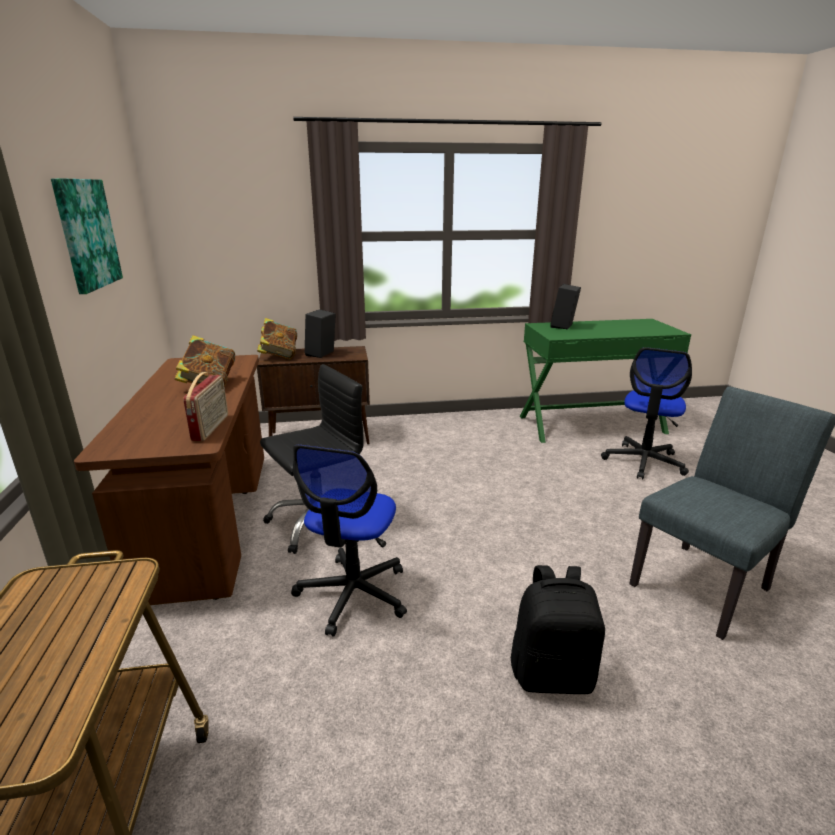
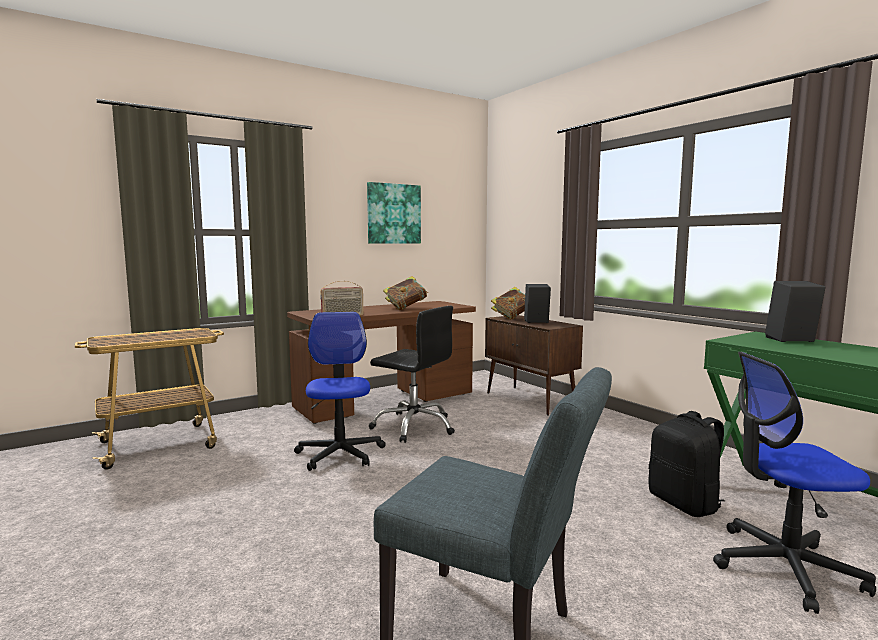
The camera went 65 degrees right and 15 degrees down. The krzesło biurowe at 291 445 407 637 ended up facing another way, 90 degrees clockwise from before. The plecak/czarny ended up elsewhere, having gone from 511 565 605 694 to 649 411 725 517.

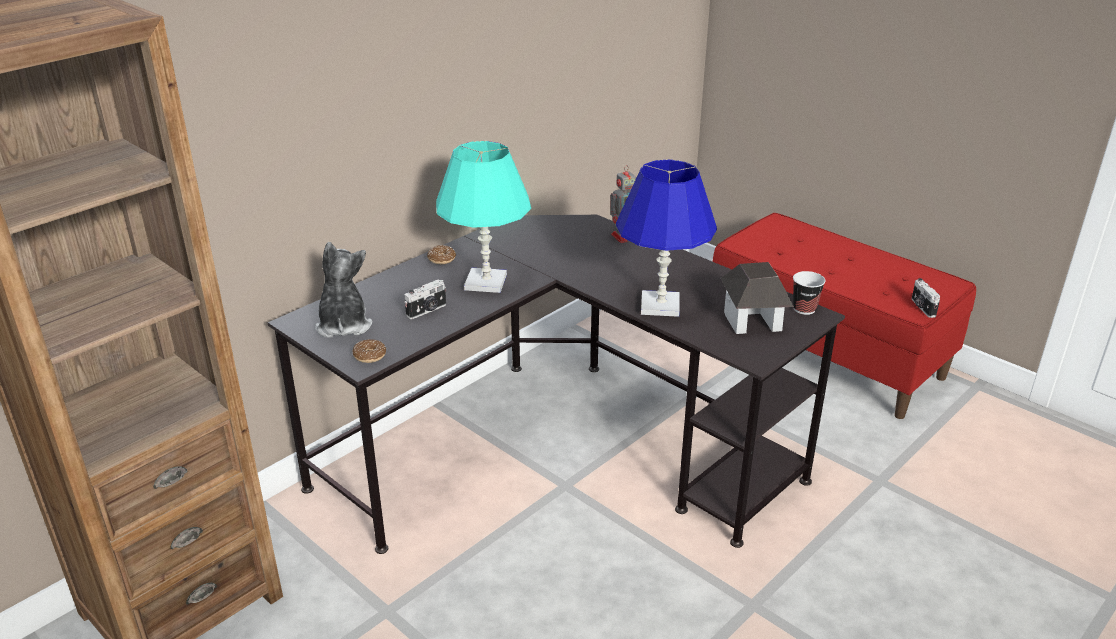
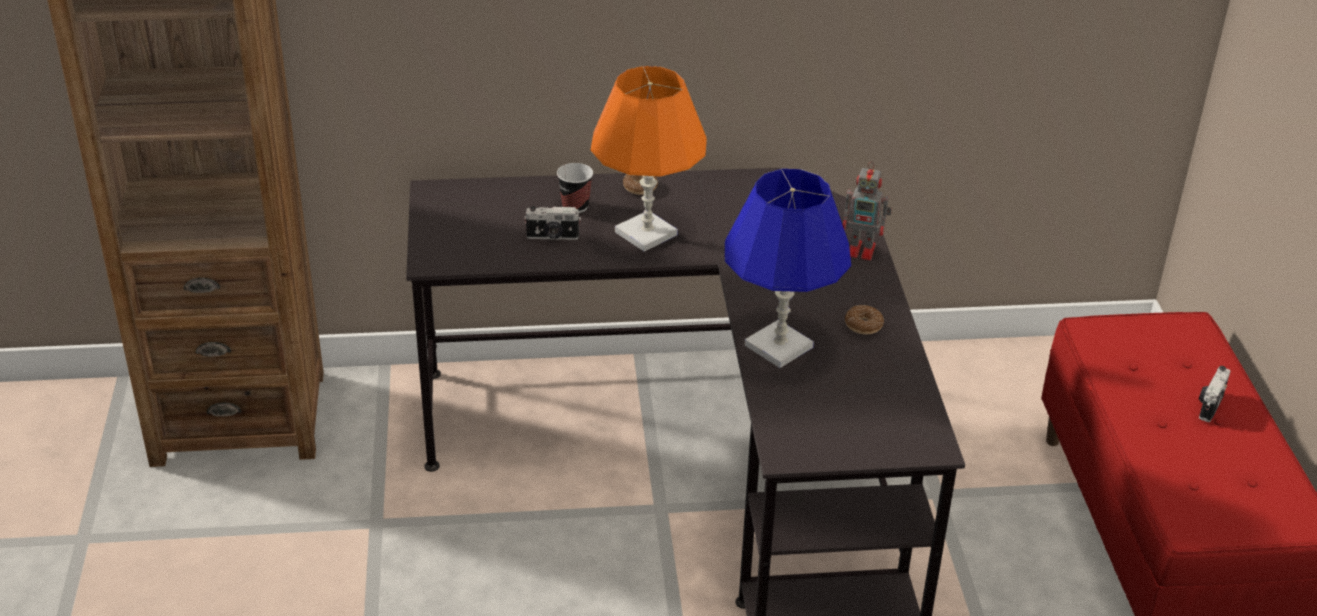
The camera went 40 degrees right and 5 degrees up. What was the lampa stołowa/turkusowy at 436 141 531 293 turned into the lampa stołowa/pomarańczowy at 591 66 707 251. The second view lost the pluszak at 315 242 373 338. The second view lost the domek at 721 262 794 334. The filiżanka ended up elsewhere, having gone from 793 271 825 315 to 557 163 593 213. The aparat fotograficzny ended up elsewhere, having gone from 911 278 940 318 to 1199 366 1231 422. The donut ended up elsewhere, having gone from 352 339 386 363 to 845 305 884 335.

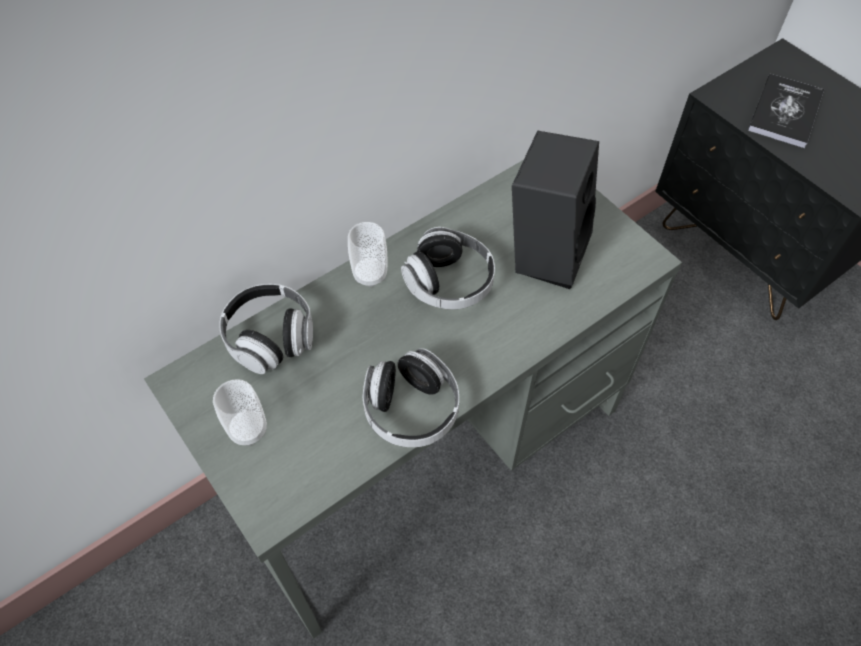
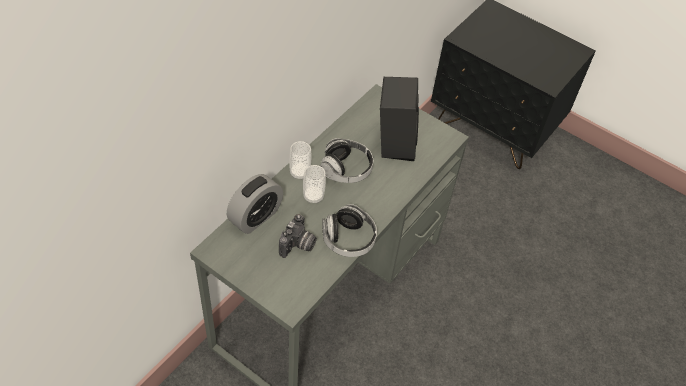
The camera went 20 degrees left and 5 degrees down. The second view lost the książka at 748 74 824 148. Where the słuchawki stood at 219 284 313 374, the budzik came to stand at 227 174 283 234. The filiżanka ended up elsewhere, having gone from 213 379 267 446 to 303 165 326 203. The second view gained the aparat fotograficzny at 279 214 317 258.

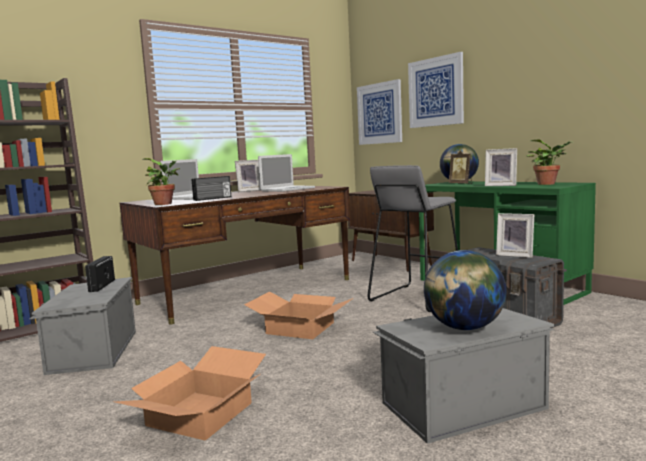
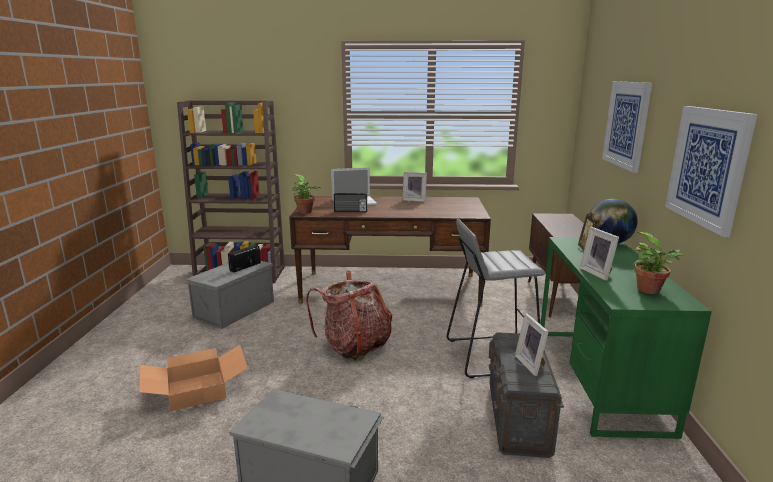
The camera went 40 degrees right and 10 degrees up. The obraz ended up elsewhere, having gone from 357 79 402 145 to 665 106 757 237. The second view lost the laptop at 258 154 315 192. The second view lost the globus at 424 250 507 330. Where the karton stood at 244 291 353 339, the plecak came to stand at 306 271 392 361.

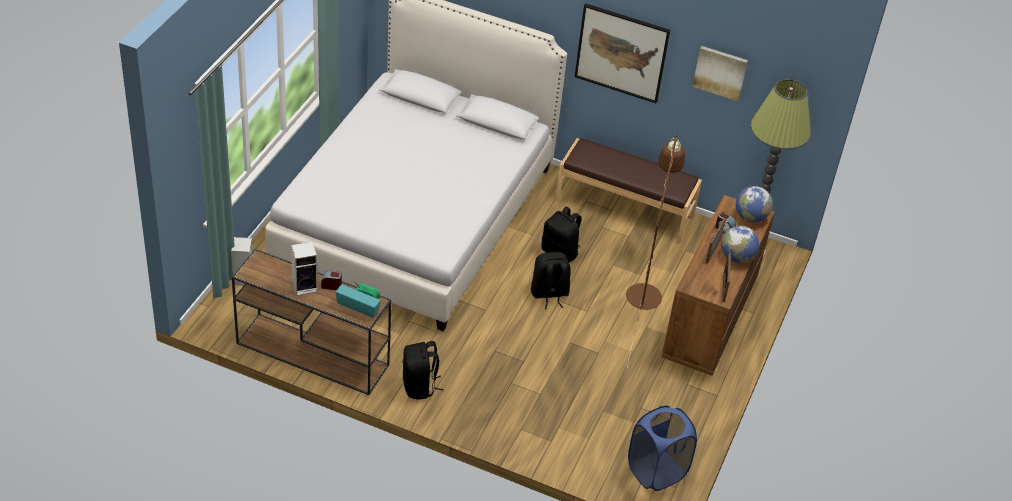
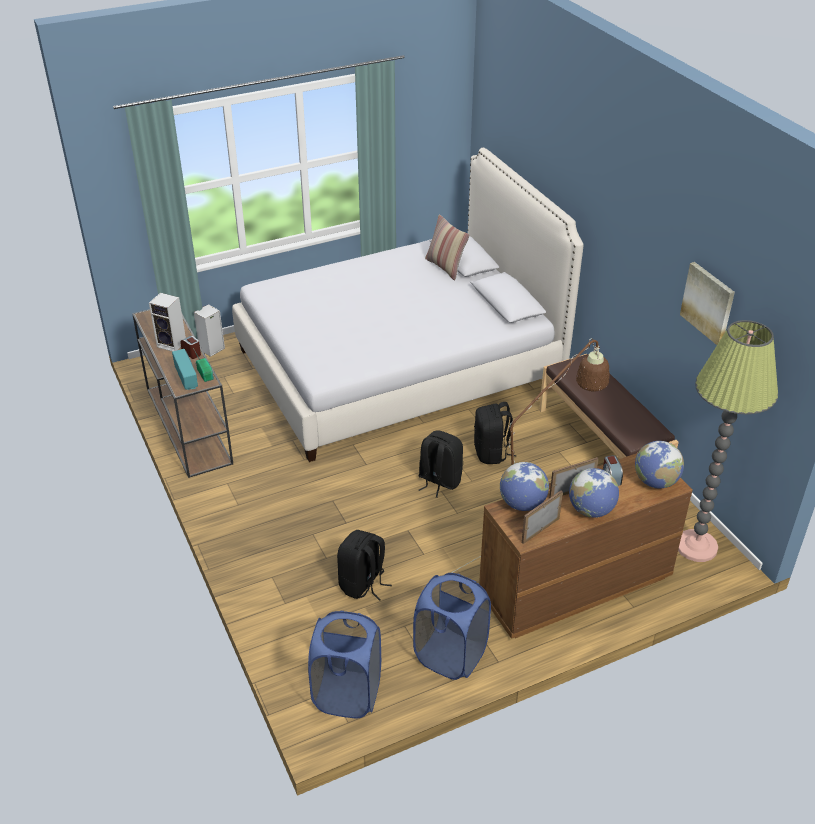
The camera went 45 degrees right and 5 degrees down. The second view lost the obraz at 575 3 670 103. The plecak/czarny ended up elsewhere, having gone from 403 341 444 400 to 337 530 392 601. The second view gained the poduszka at 425 214 470 280. The second view gained the globus at 500 462 549 511. The second view gained the kosz na pranie/niebieski at 413 573 491 680.

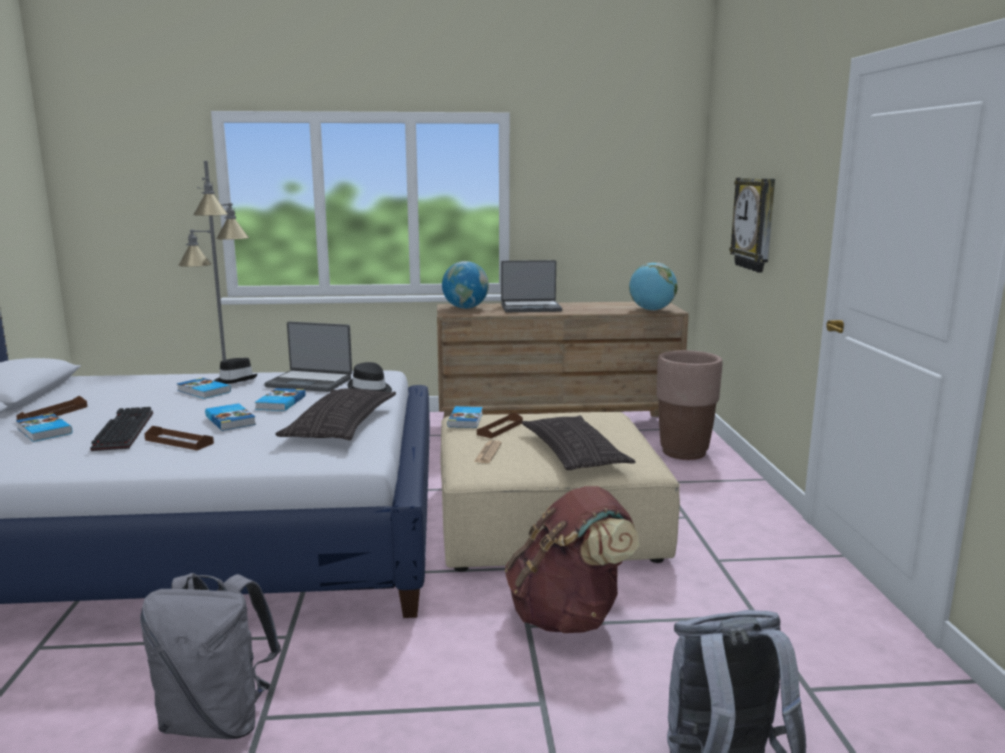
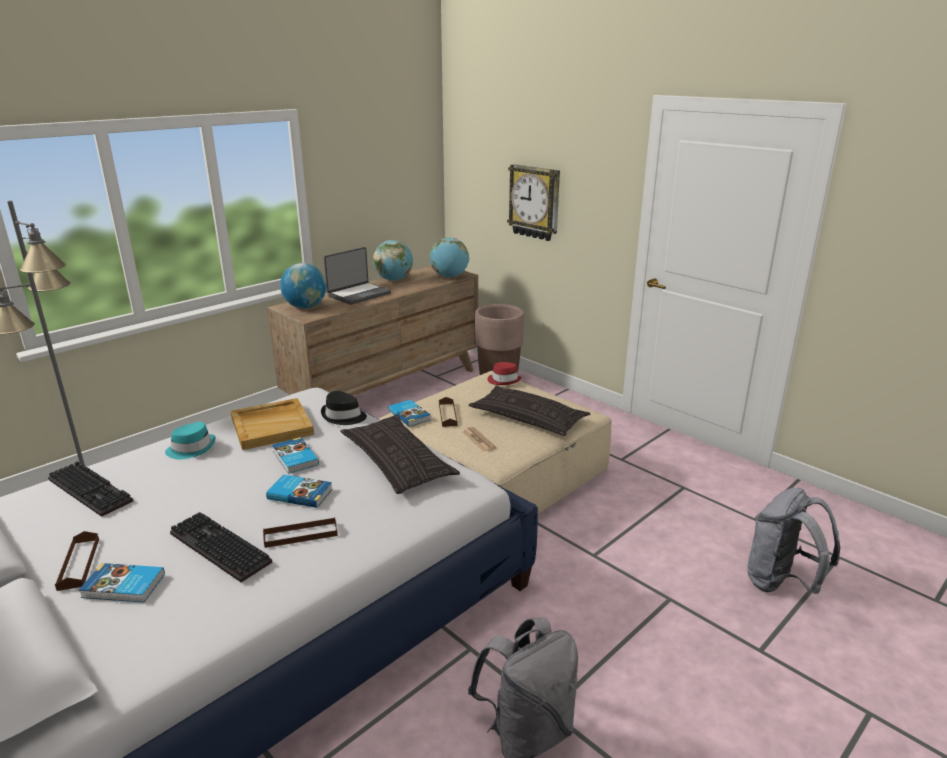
The camera went 40 degrees left and 10 degrees up. Where the laptop stood at 264 322 352 392, the taca/beżowy came to stand at 231 398 314 450. What was the kapelusz/czarny at 214 358 257 384 turned into the kapelusz/turkusowy at 165 422 215 459. The second view lost the książka at 177 378 231 399. The second view lost the plecak/brązowy at 505 486 639 633. The second view gained the globus at 373 240 413 281. The second view gained the kapelusz/czerwony at 487 362 522 385. The second view gained the klawiatura at 48 461 133 517.

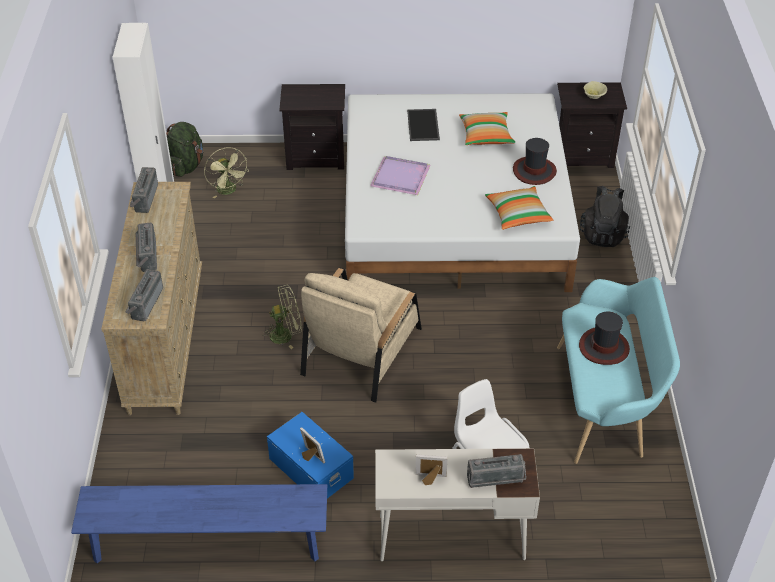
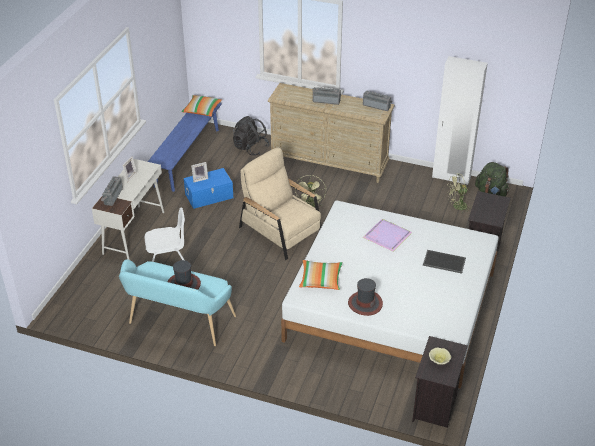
The camera went 110 degrees right and 5 degrees down. The poduszka ended up elsewhere, having gone from 459 112 515 145 to 181 95 222 117. The plecak/czarny ended up elsewhere, having gone from 580 186 630 247 to 233 116 269 155. The second view lost the radio at 126 269 163 321.

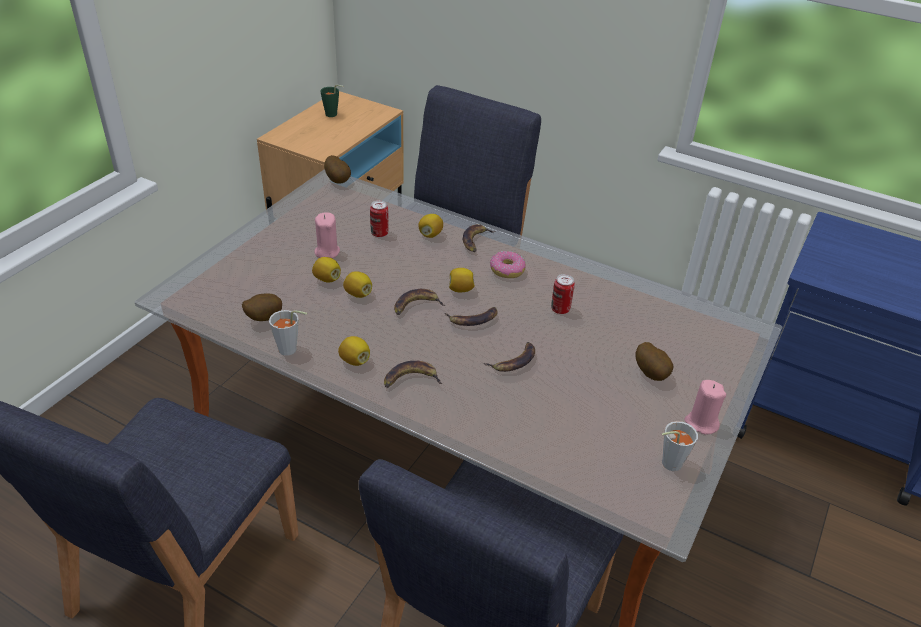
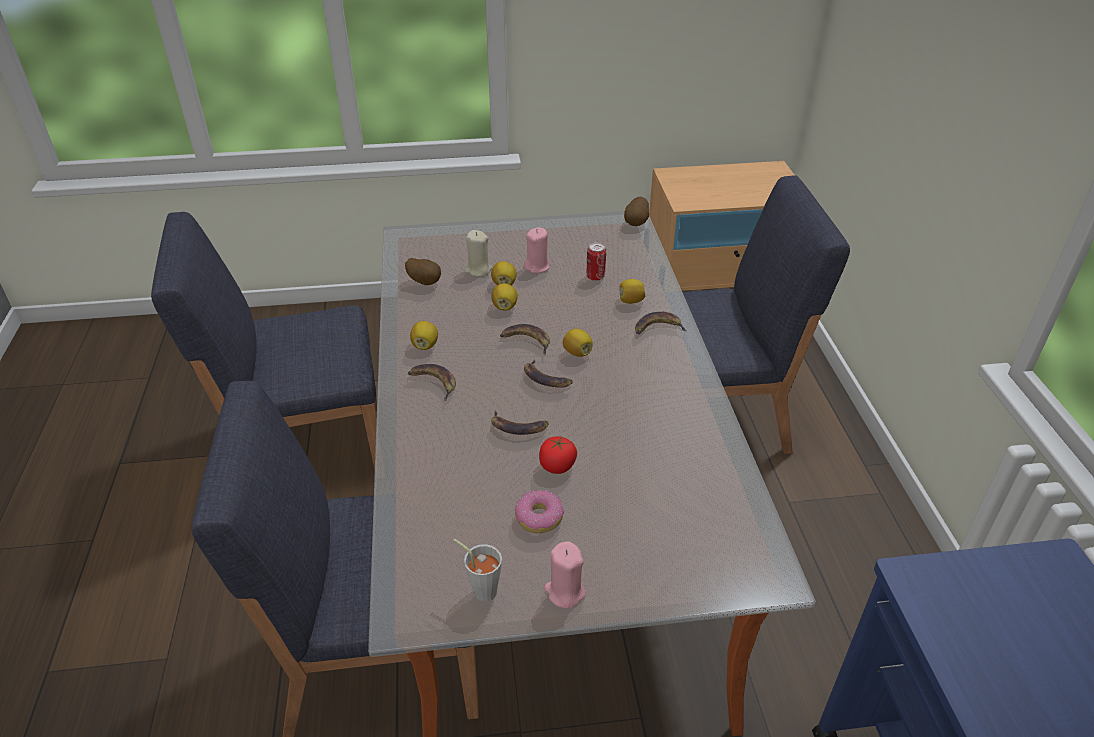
The camera went 55 degrees right and 0 degrees up. The second view lost the filiżanka/zielony at 320 85 344 117. The donut ended up elsewhere, having gone from 490 251 526 278 to 515 490 564 533. The second view lost the puszka at 551 274 575 314. The second view lost the filiżanka/szary at 269 310 307 356. The second view lost the ziemniak at 636 342 673 381. The second view gained the świeca/beżowy at 464 230 492 277. The second view gained the pomidor at 539 436 577 474.

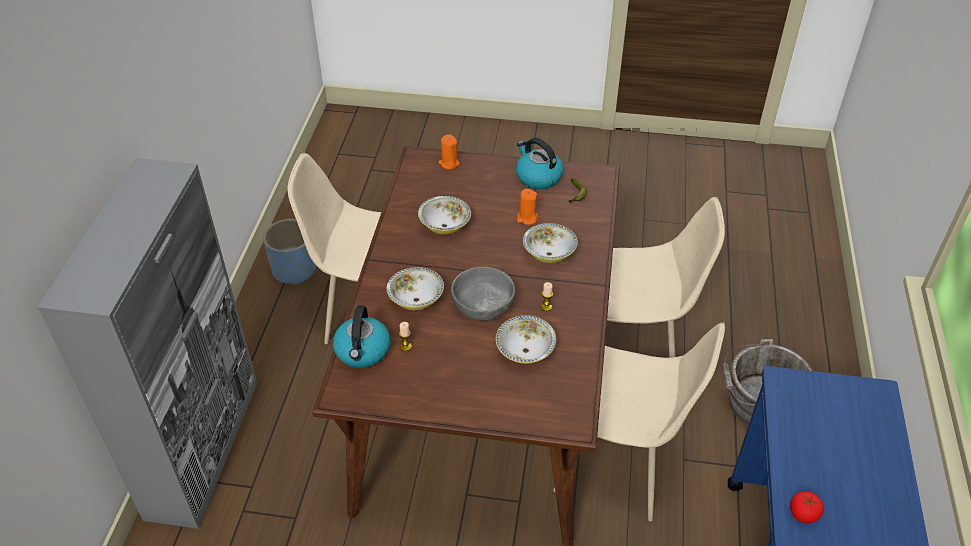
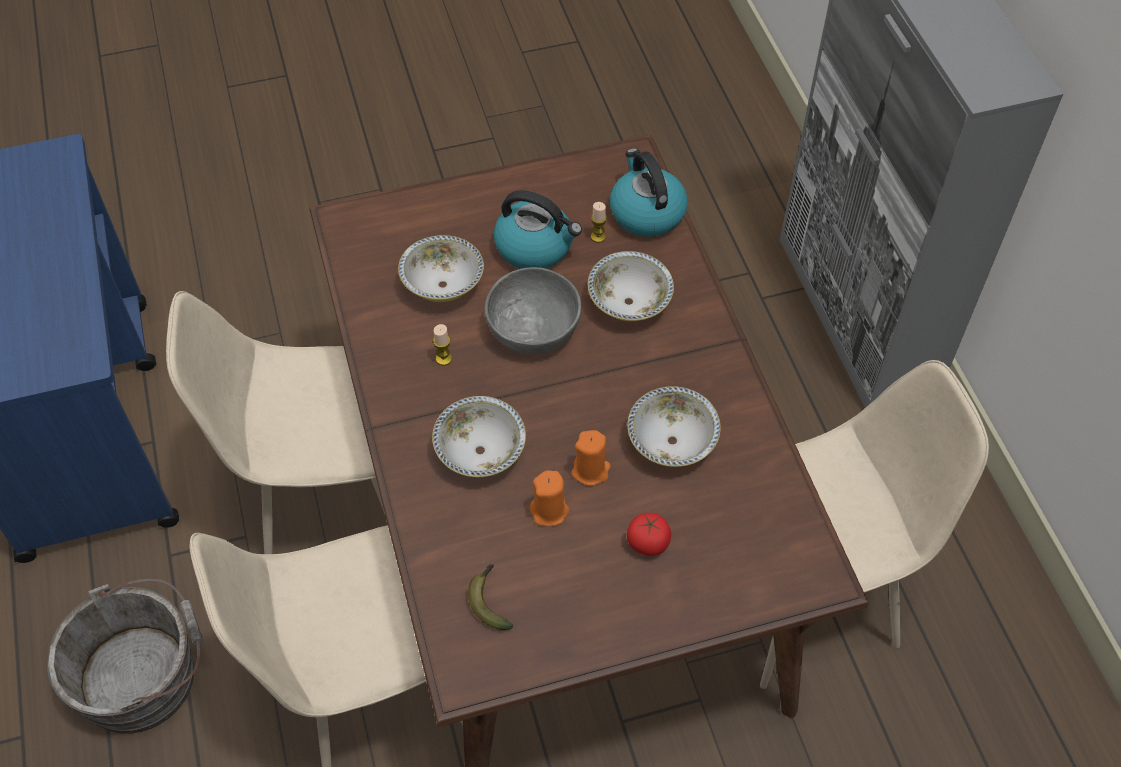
The camera went 155 degrees right and 10 degrees up. The świeca/pomarańczowy ended up elsewhere, having gone from 438 134 460 169 to 571 430 611 486. The czajnik ended up elsewhere, having gone from 516 138 564 189 to 494 190 582 269. The second view lost the donica/niebieski at 263 219 316 285. The pomidor ended up elsewhere, having gone from 790 491 824 524 to 627 513 671 556.

